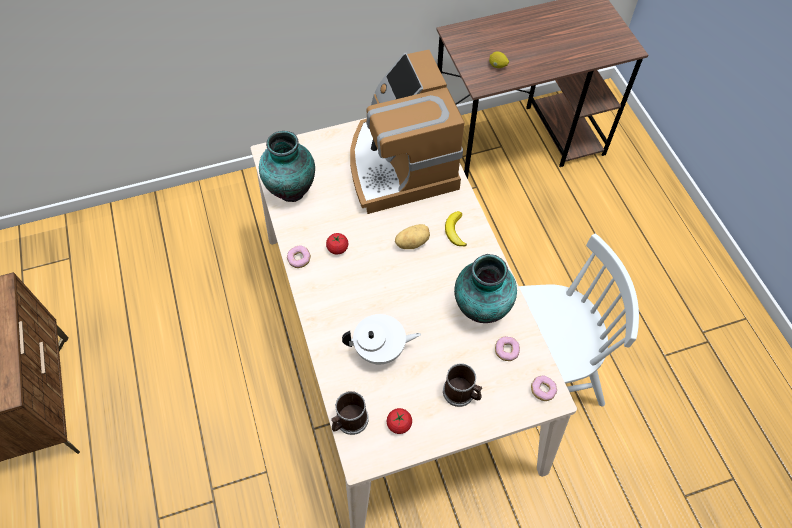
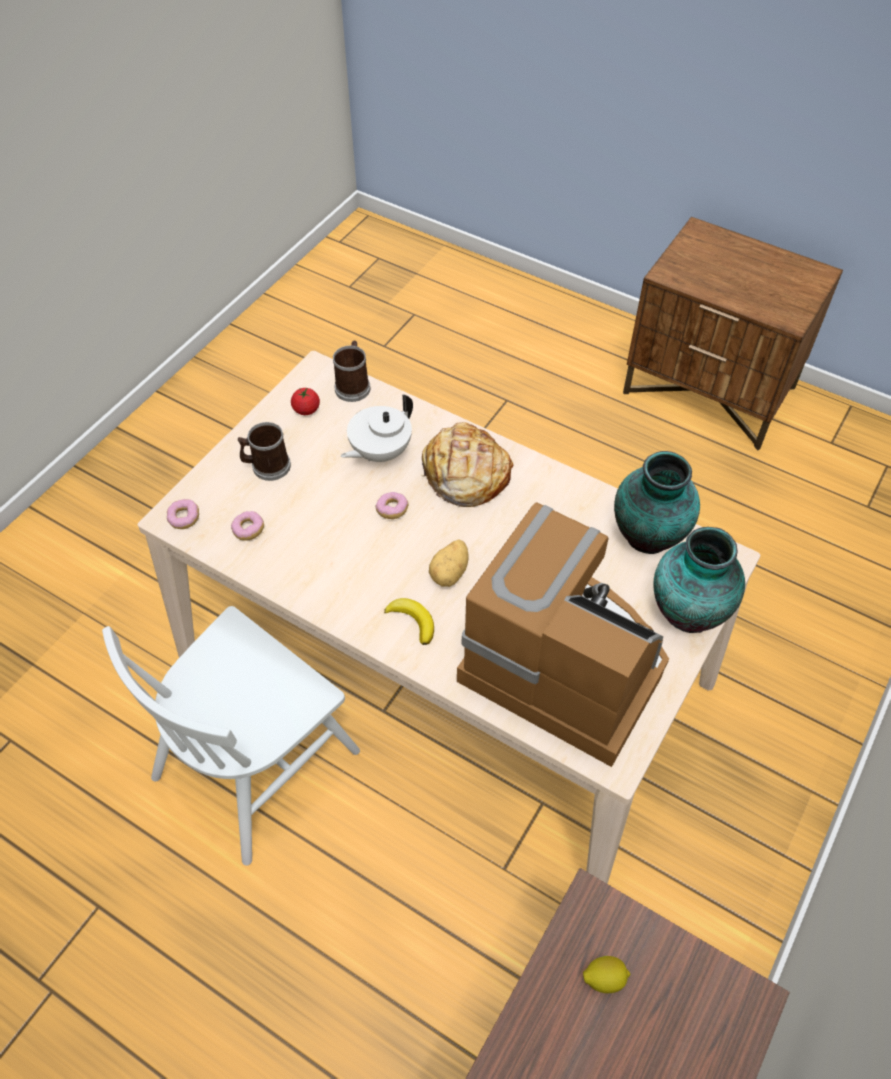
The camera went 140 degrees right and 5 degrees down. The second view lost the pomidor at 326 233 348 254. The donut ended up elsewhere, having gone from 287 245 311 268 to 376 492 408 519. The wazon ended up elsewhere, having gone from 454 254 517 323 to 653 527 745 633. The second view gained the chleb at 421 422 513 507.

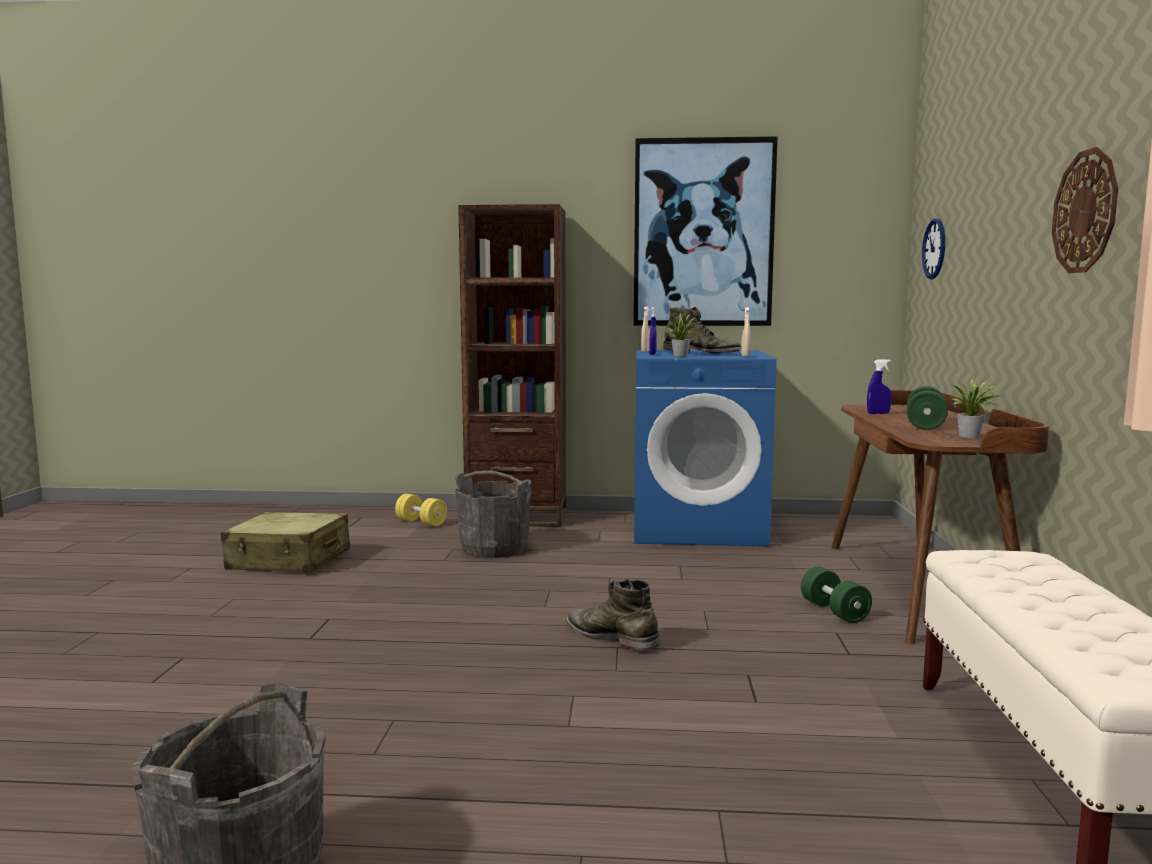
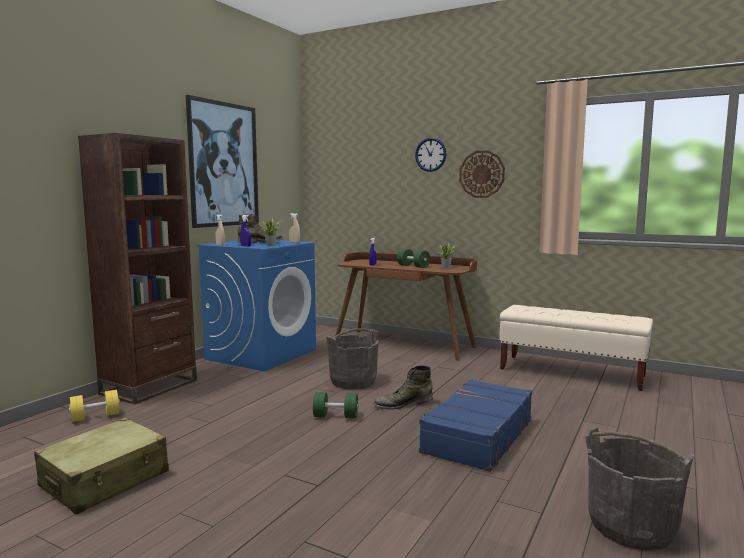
The camera went 65 degrees left and 0 degrees up. The zegar ścienny ended up elsewhere, having gone from 922 218 945 279 to 415 138 446 172. The wiadro/szary ended up elsewhere, having gone from 455 471 531 558 to 326 328 379 389. The hantel/zielony ended up elsewhere, having gone from 801 566 872 623 to 313 392 359 418. The second view gained the walizka/niebieski at 419 379 532 472.

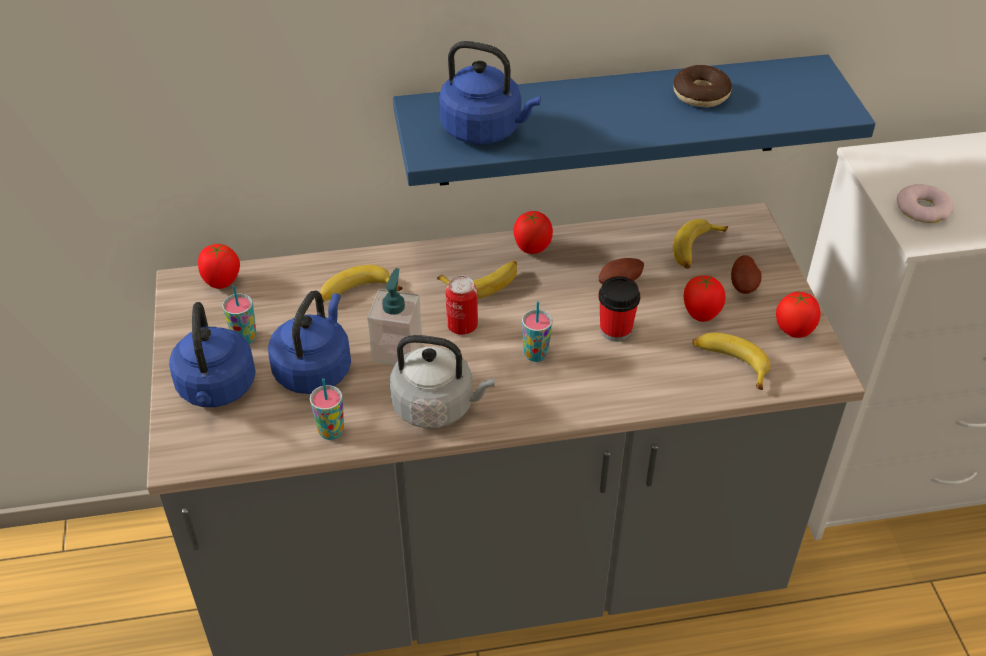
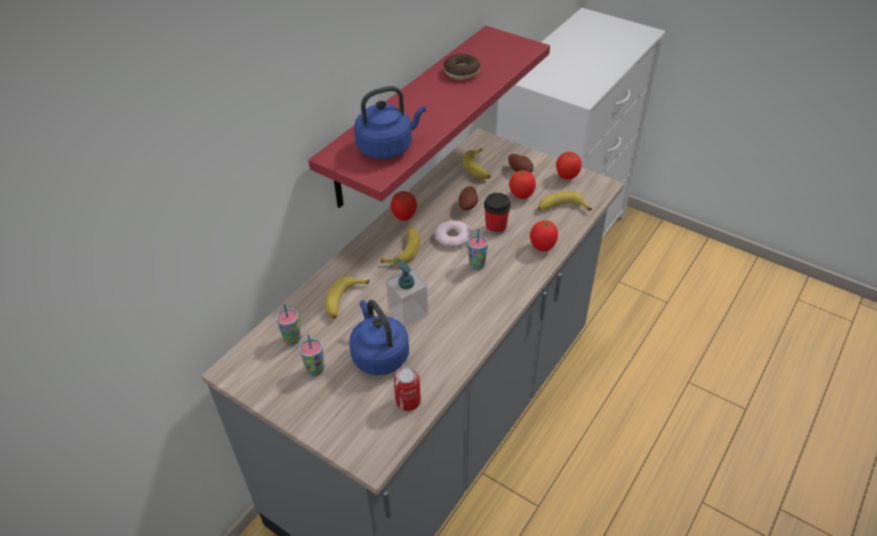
The camera went 45 degrees left and 0 degrees up. What was the półka/niebieski at 393 54 876 186 turned into the półka/czerwony at 308 26 550 208. The donut ended up elsewhere, having gone from 897 184 954 223 to 435 220 472 247. The pomidor ended up elsewhere, having gone from 198 244 240 289 to 530 221 558 252. The puszka ended up elsewhere, having gone from 446 276 478 335 to 394 366 421 411. The second view lost the czajnik/niebieski at 169 302 256 407. The second view lost the czajnik/szary at 390 335 495 428. The filiżanka ended up elsewhere, having gone from 310 378 344 440 to 276 303 301 345.

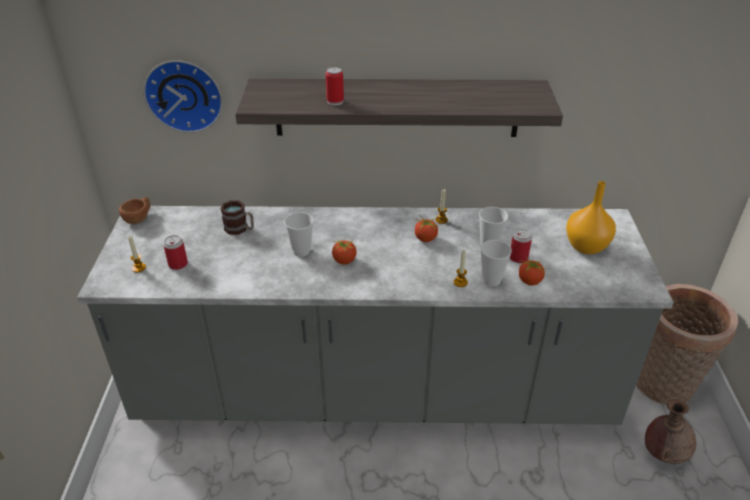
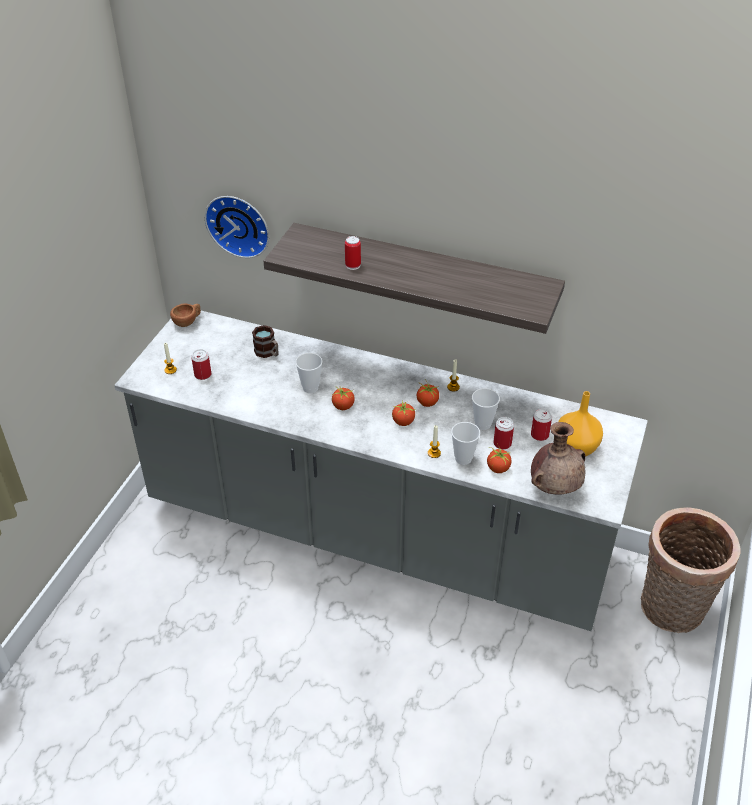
The camera went 20 degrees right and 5 degrees up. The wazon/brązowy ended up elsewhere, having gone from 645 399 696 464 to 531 422 586 495. The second view gained the pomidor at 392 400 415 426. The second view gained the puszka at 531 409 552 441.

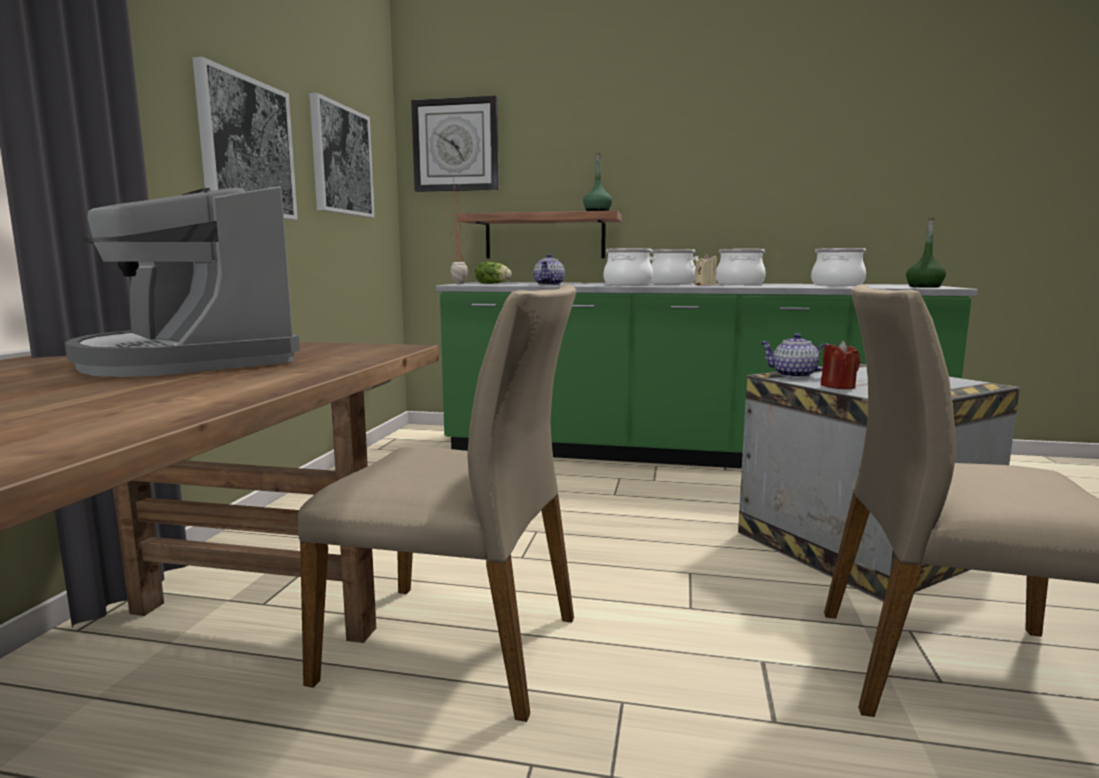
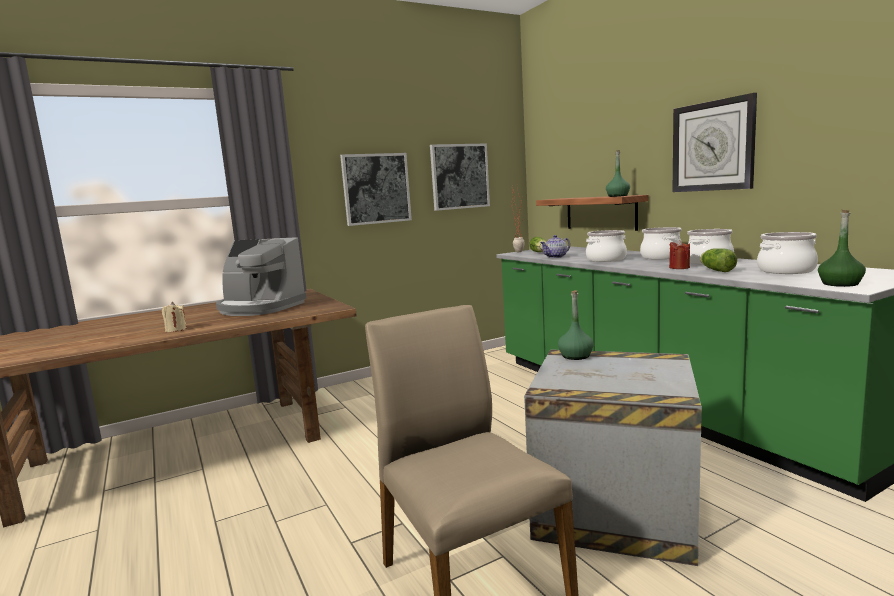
The camera went 50 degrees right and 0 degrees up. The zegar ścienny ended up elsewhere, having gone from 411 96 499 192 to 673 93 757 192. The ekspres do kawy at 65 186 300 377 ended up facing another way, 75 degrees counterclockwise from before. The świeca/beżowy ended up elsewhere, having gone from 694 254 717 285 to 162 302 187 332. The second view lost the krzesło/beżowy at 298 284 576 722. Where the imbryk stood at 759 333 829 378, the butelka/zielony came to stand at 558 290 594 360. The świeca/czerwony ended up elsewhere, having gone from 821 341 860 389 to 669 240 690 269. The second view gained the sałata at 700 249 737 272.

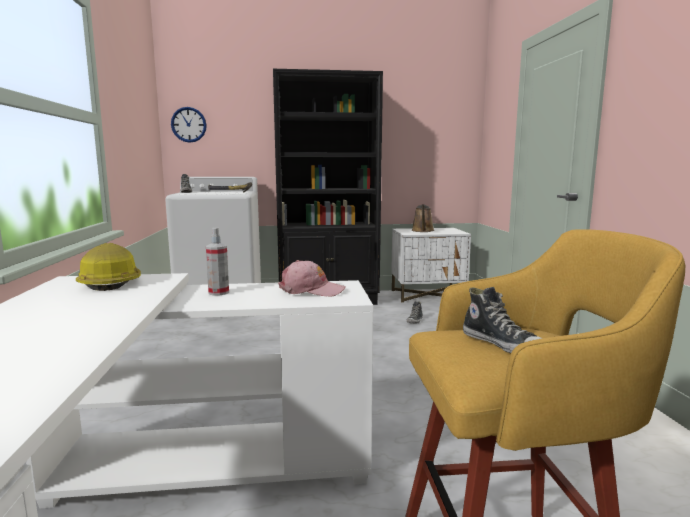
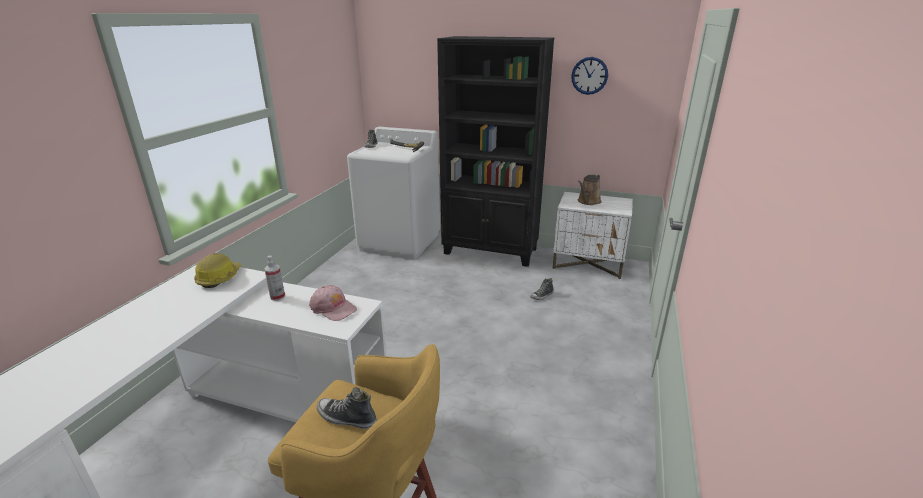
The camera went 25 degrees right and 15 degrees up. The zegar ścienny ended up elsewhere, having gone from 171 107 207 143 to 571 57 608 95. The but at 463 287 542 353 ended up facing another way, 120 degrees clockwise from before.

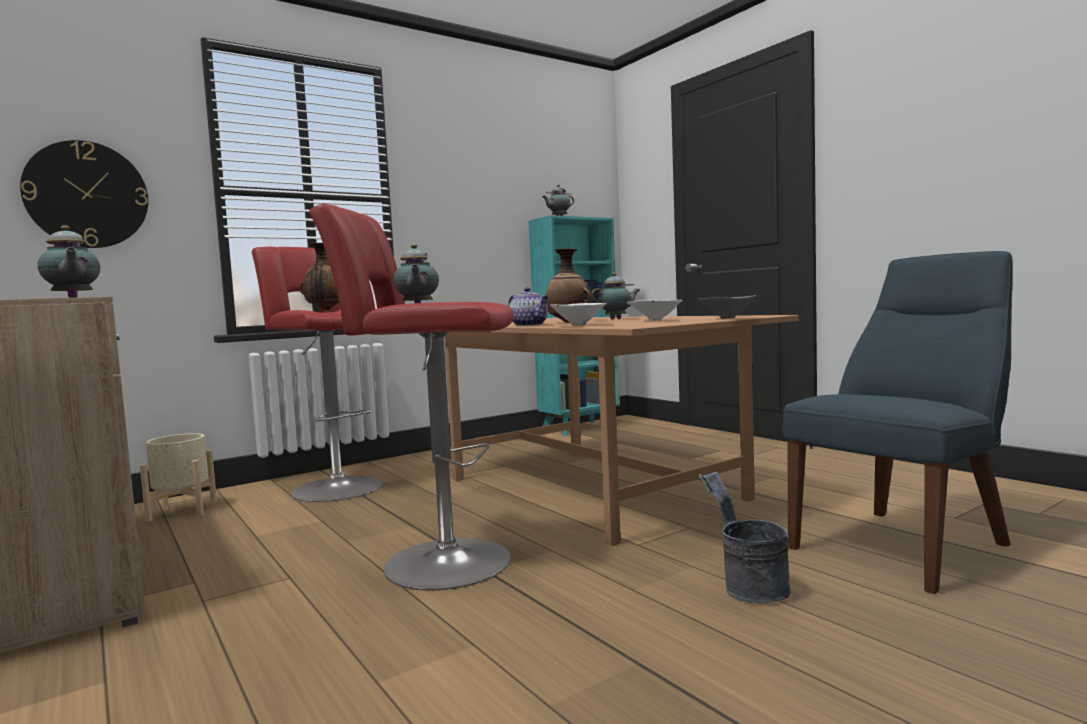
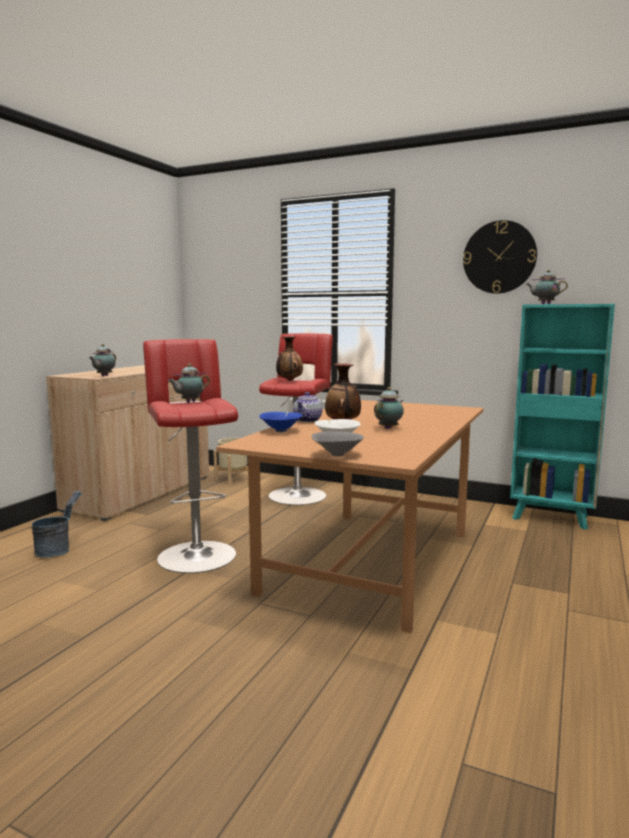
The camera went 60 degrees right and 5 degrees up. The zegar ścienny ended up elsewhere, having gone from 20 140 148 248 to 463 220 537 294. The second view lost the krzesło/niebieski at 783 251 1013 594. The imbryk at 591 273 640 320 ended up facing another way, 90 degrees counterclockwise from before. What was the miska/biały at 550 303 606 326 turned into the miska/niebieski at 259 412 302 432. The wiadro/szary ended up elsewhere, having gone from 699 472 791 604 to 32 491 82 558.

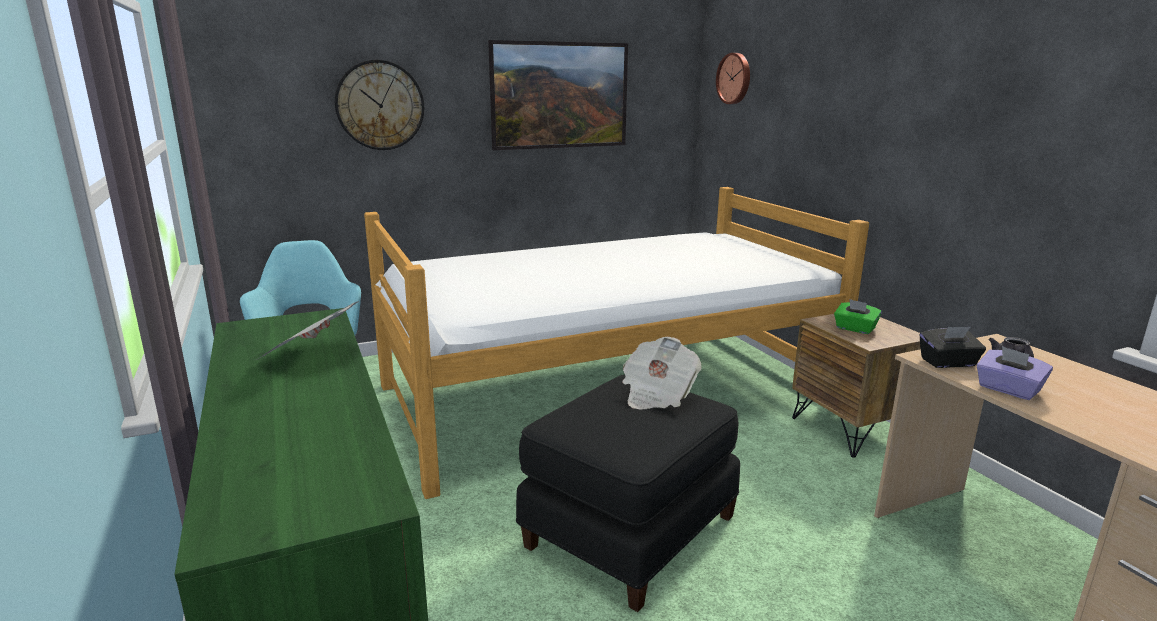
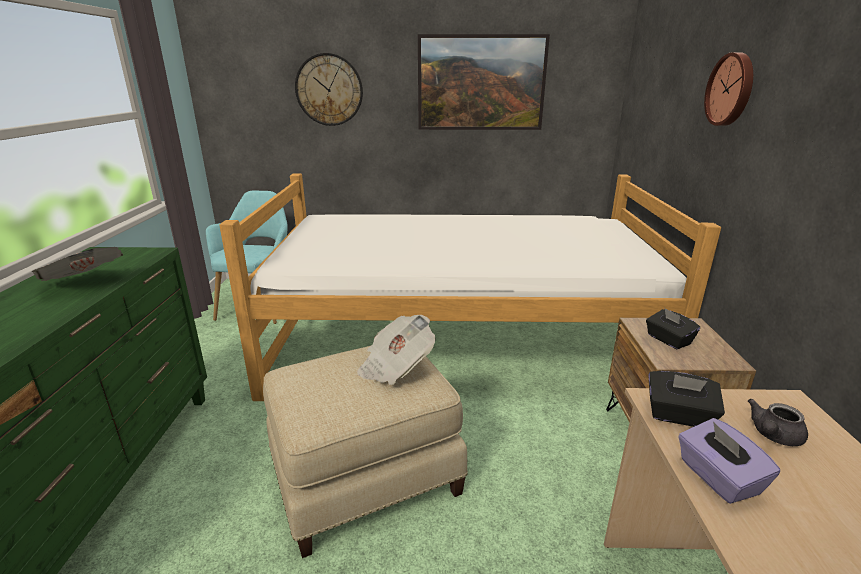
The camera went 25 degrees right and 5 degrees up. The zegar ścienny ended up elsewhere, having gone from 716 53 750 104 to 704 52 753 126. What was the pudełko chusteczek/zielony at 834 299 882 334 turned into the pudełko chusteczek/czarny at 646 308 700 349. What was the pufa/czarny at 516 375 740 612 turned into the pufa/beżowy at 263 346 468 558.

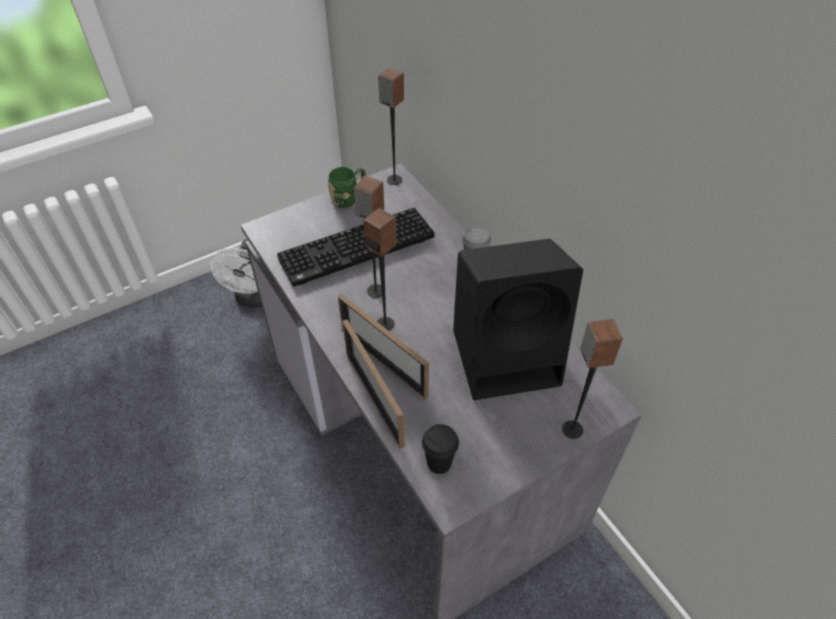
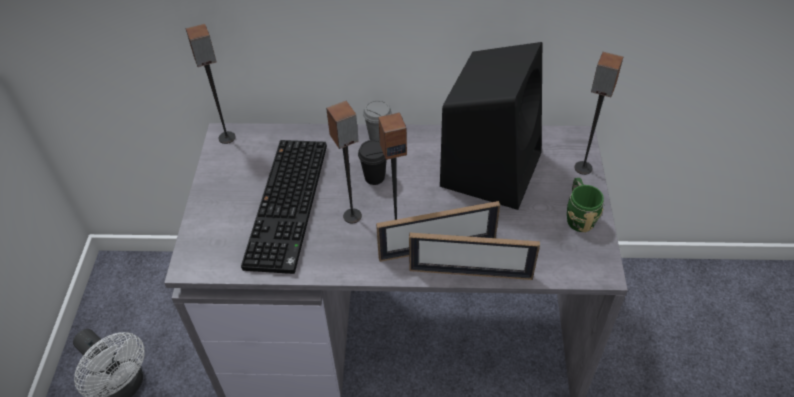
The camera went 55 degrees left and 0 degrees up. The kubek/zielony ended up elsewhere, having gone from 328 167 366 208 to 567 178 604 232. The filiżanka/czarny ended up elsewhere, having gone from 422 424 459 474 to 358 140 387 185.

